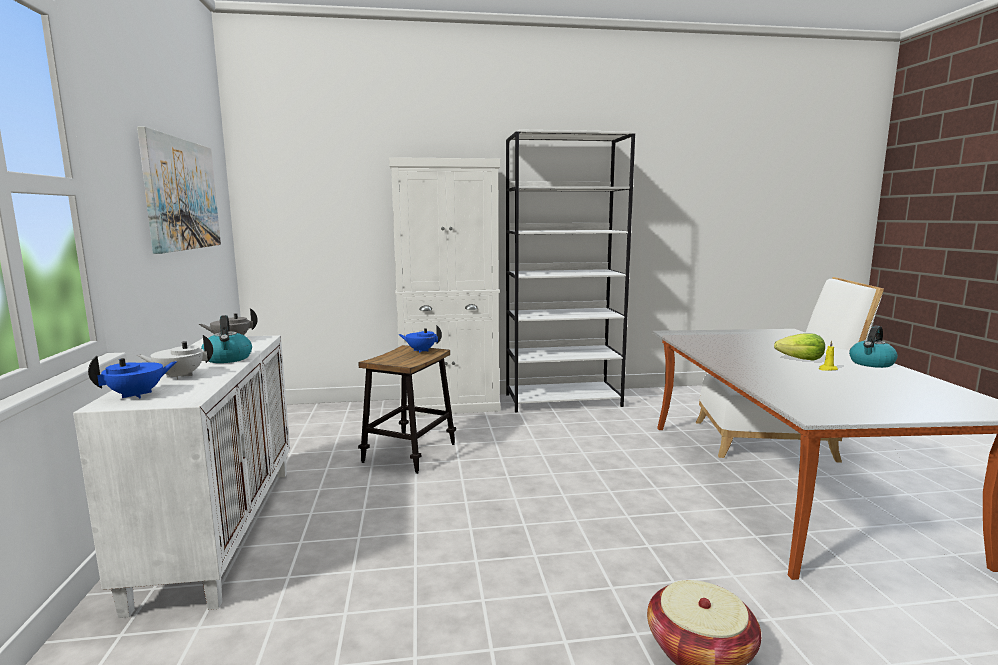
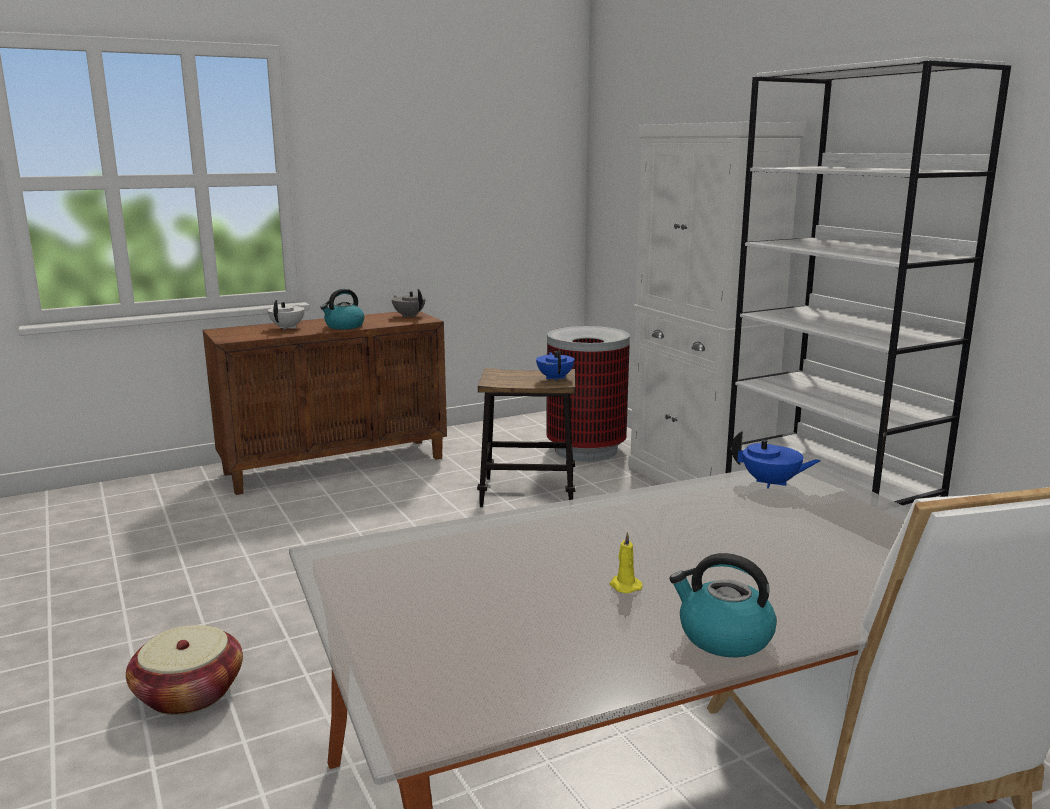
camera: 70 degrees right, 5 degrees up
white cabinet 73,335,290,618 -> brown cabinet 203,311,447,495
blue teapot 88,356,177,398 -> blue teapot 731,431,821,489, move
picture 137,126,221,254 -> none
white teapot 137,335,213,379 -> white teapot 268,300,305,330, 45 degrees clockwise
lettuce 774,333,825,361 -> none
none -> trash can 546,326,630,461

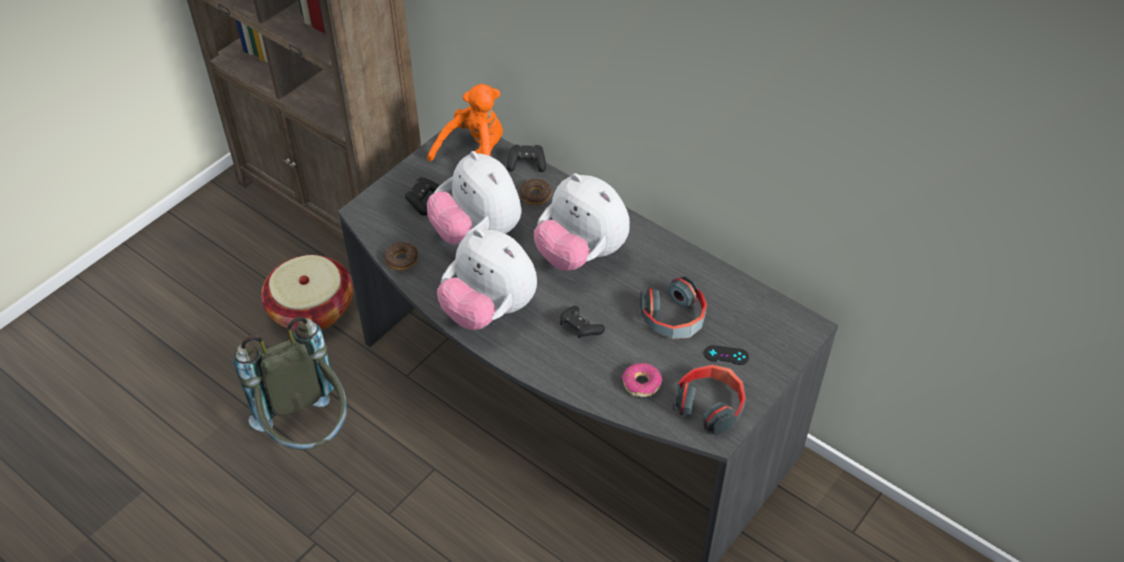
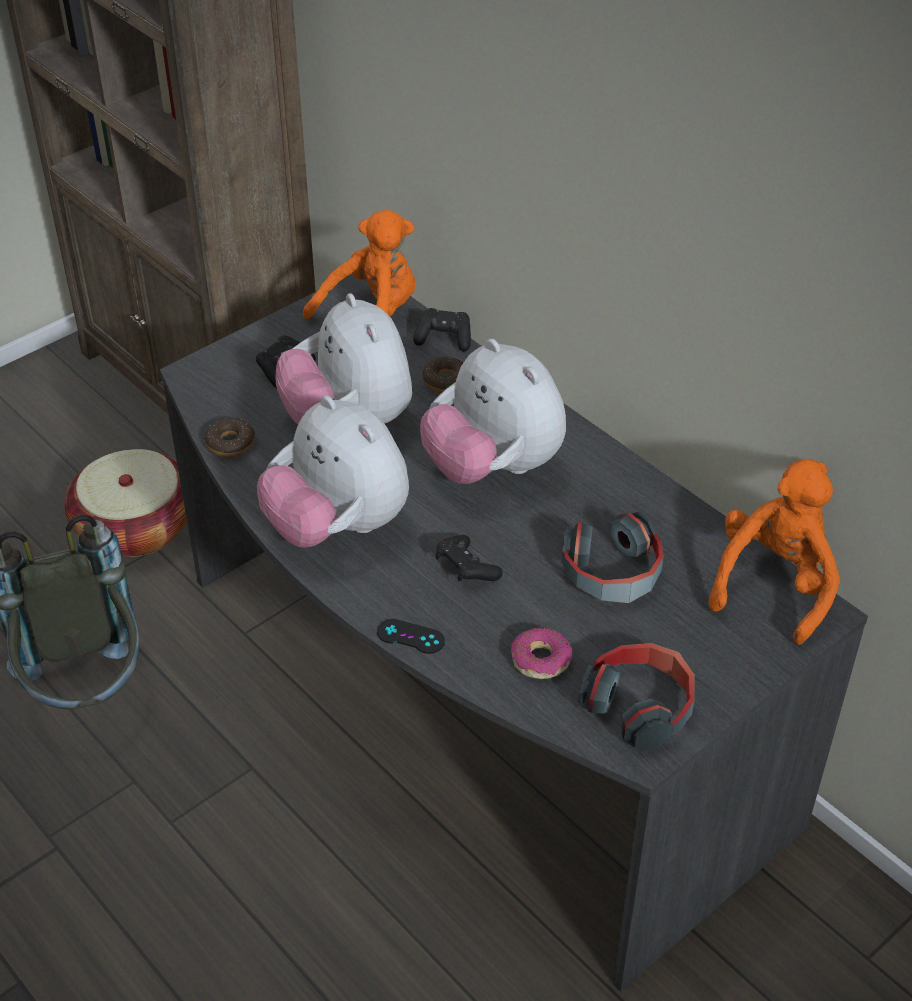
camera: 10 degrees right, 5 degrees down
black game controller 704,345,749,365 -> black game controller 377,619,445,654, move
none -> orange plush toy 708,459,840,645

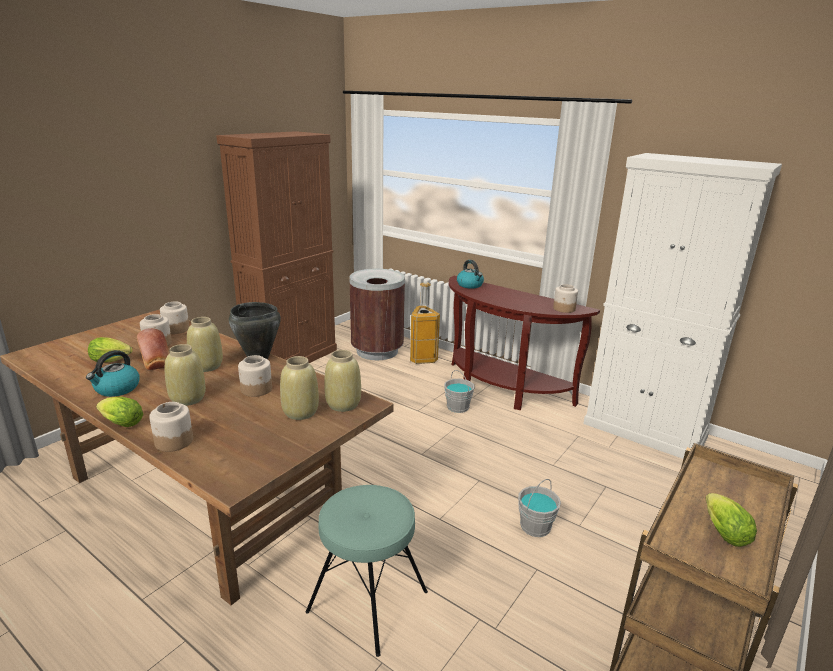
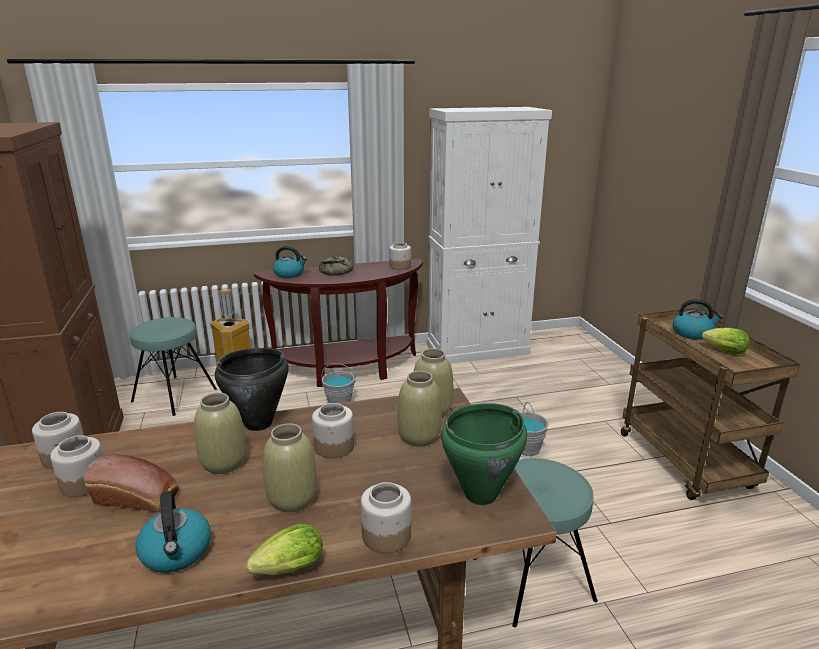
camera: 50 degrees left, 0 degrees up
lettuce 88,337,133,362 -> none
brown trash can 349,269,405,360 -> turquoise stool 130,317,217,416
none -> bread 319,256,354,276
none -> green cooking pot 441,403,527,505
none -> kettle 673,299,723,340

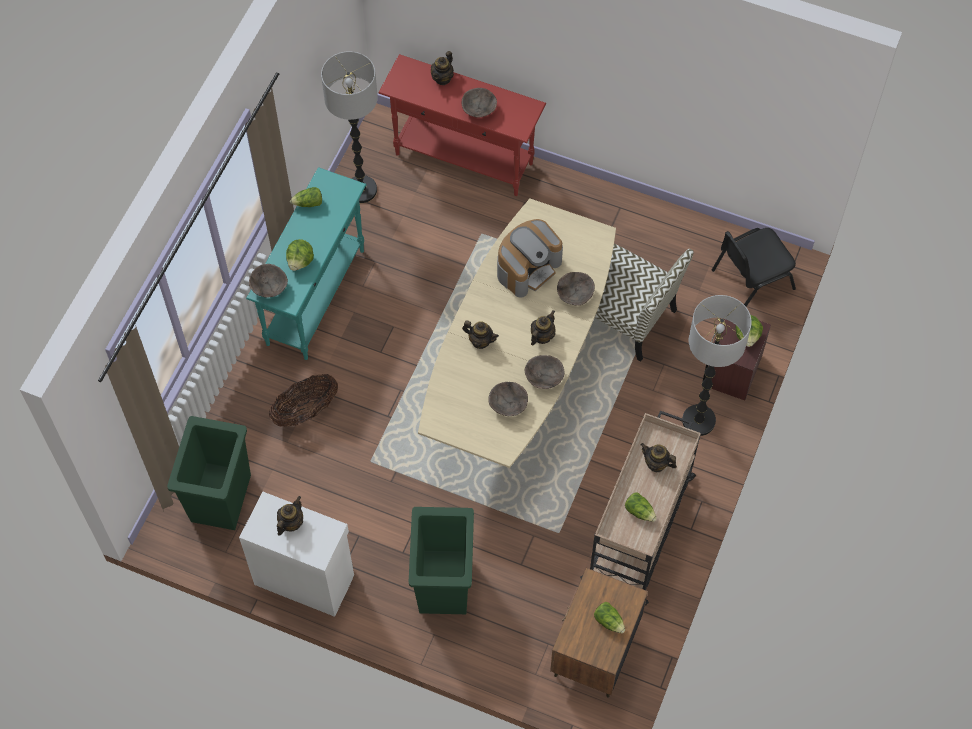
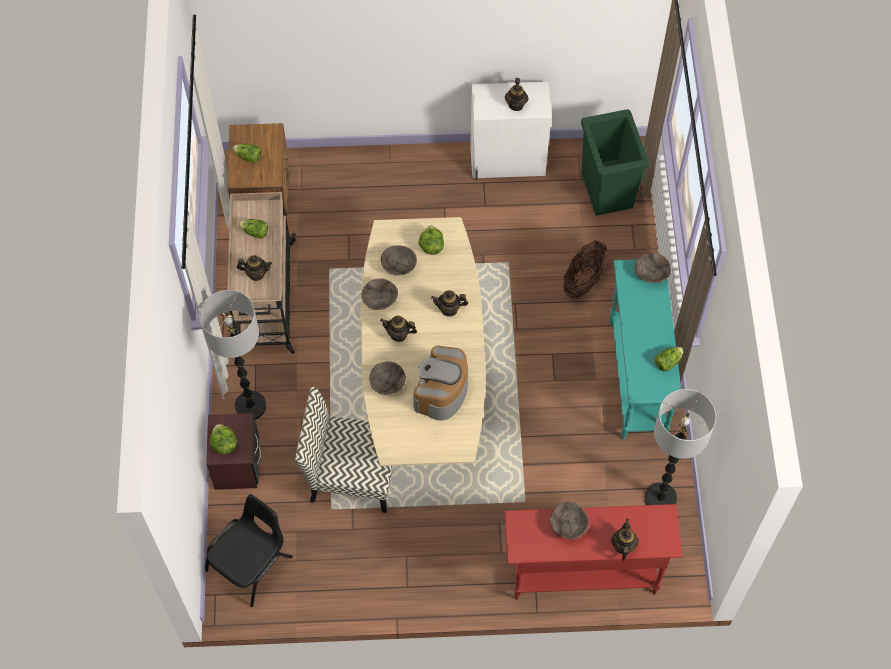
camera: 155 degrees right, 0 degrees up
lettuce 286,239,314,271 -> lettuce 418,226,444,255, move
green trash can 409,507,474,614 -> none
teapot 531,310,555,345 -> teapot 380,316,417,342, 90 degrees clockwise

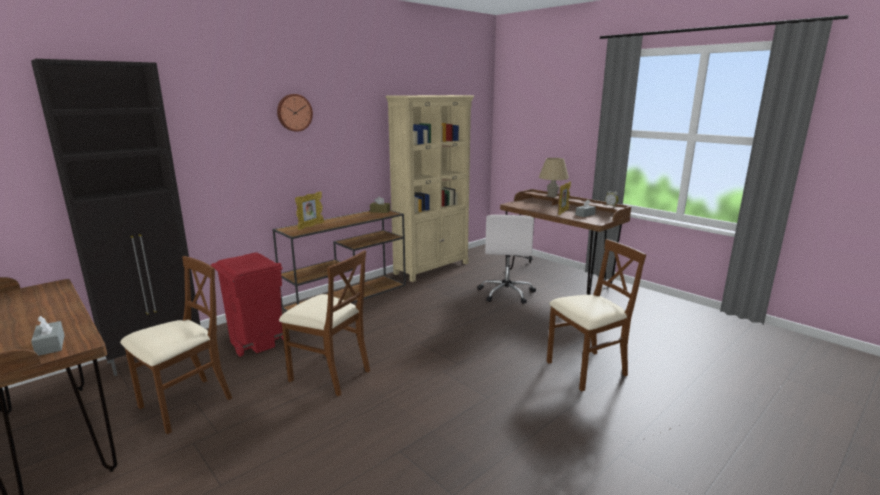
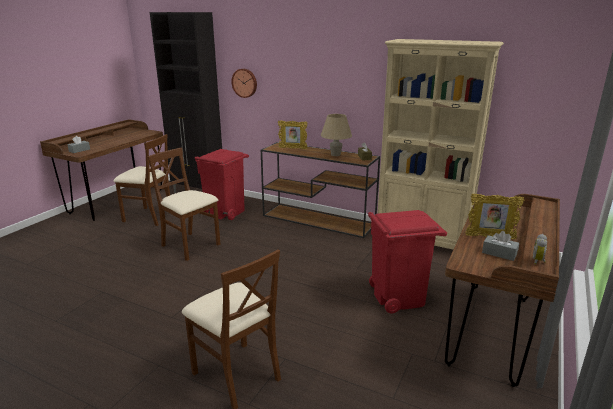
camera: 70 degrees right, 5 degrees up
wall clock 277,94,313,132 -> wall clock 231,69,257,98, move
brown chair 279,250,370,396 -> brown chair 148,148,220,261, 120 degrees clockwise
white office chair 477,215,536,304 -> red trash can 368,210,447,313
beige table lamp 539,158,569,197 -> beige table lamp 321,114,352,156, move

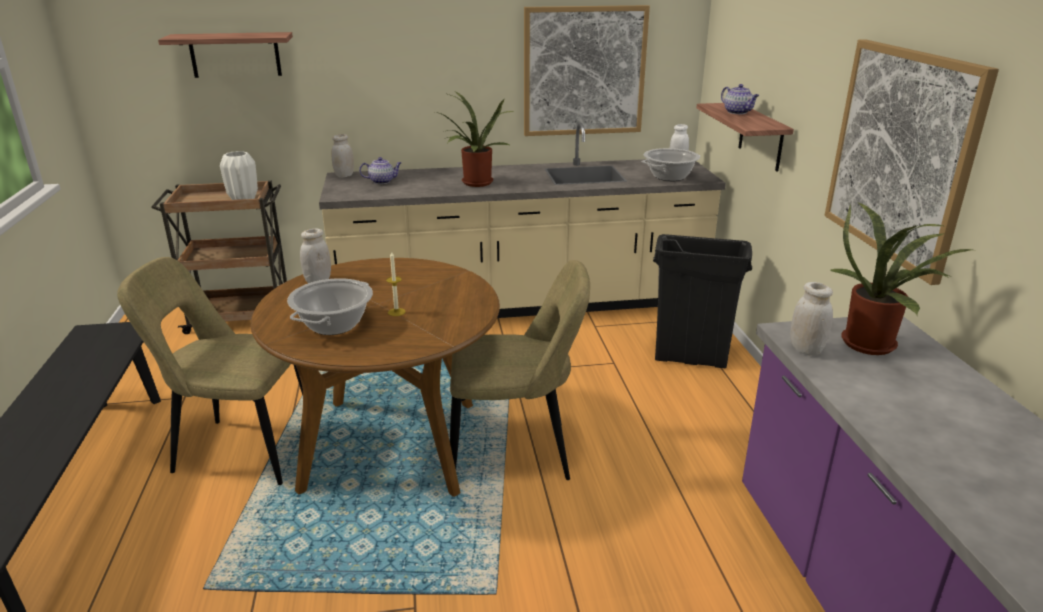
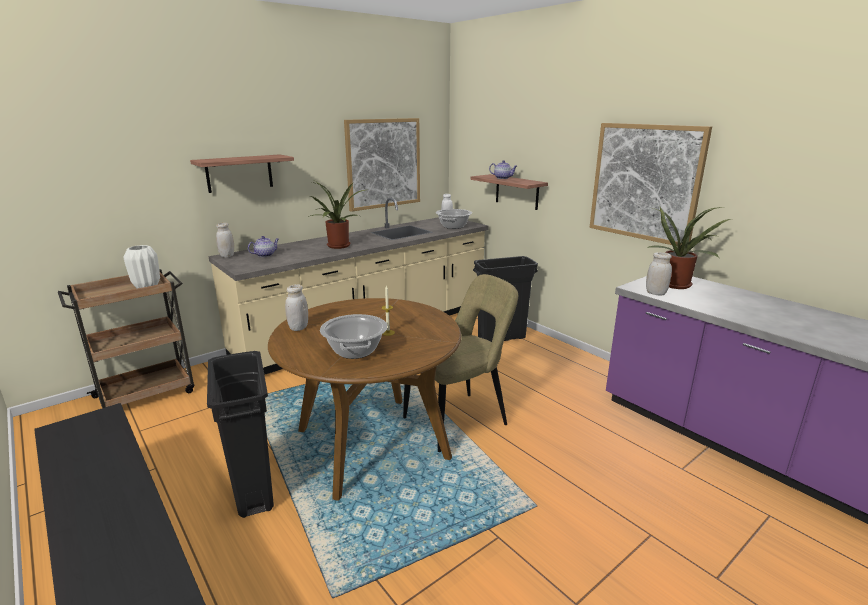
camera: 30 degrees left, 5 degrees down
beige chair 117,257,303,485 -> black trash can 207,351,274,518
shelf 158,32,293,78 -> shelf 190,154,294,193, move

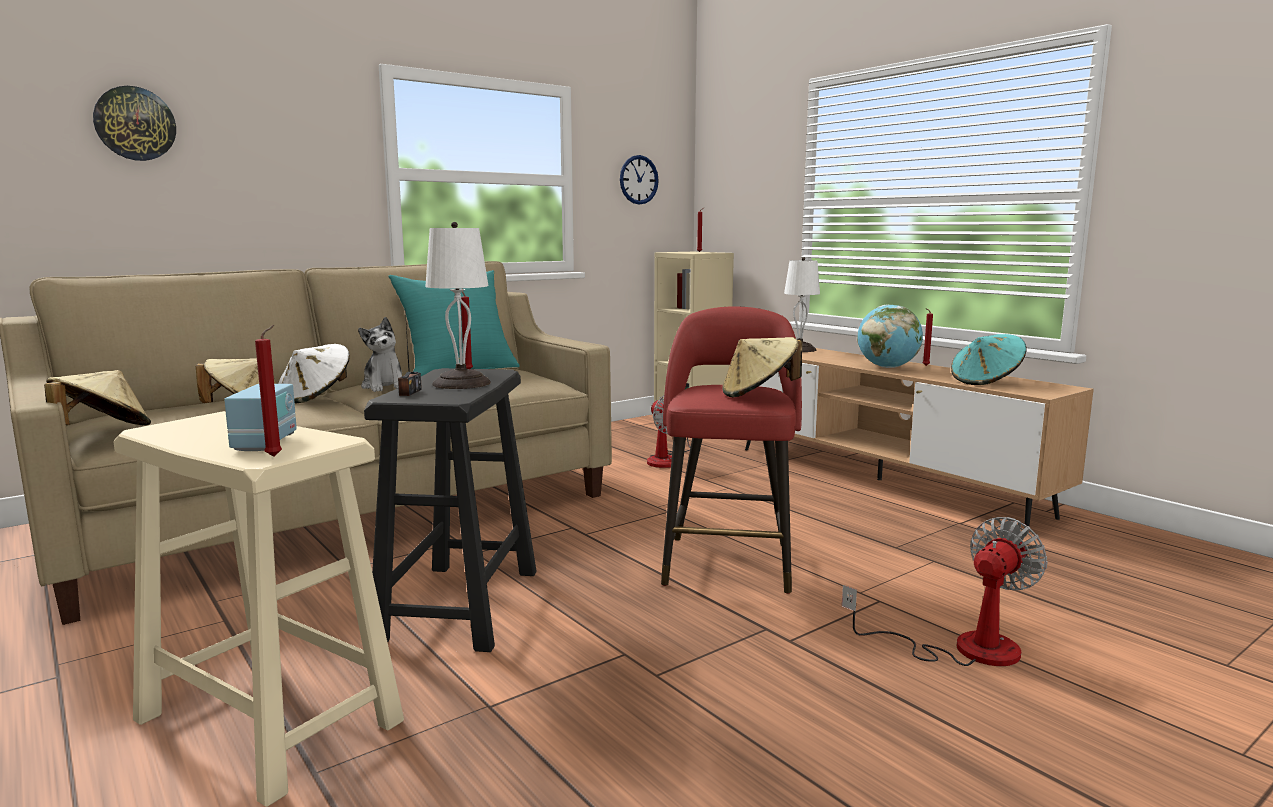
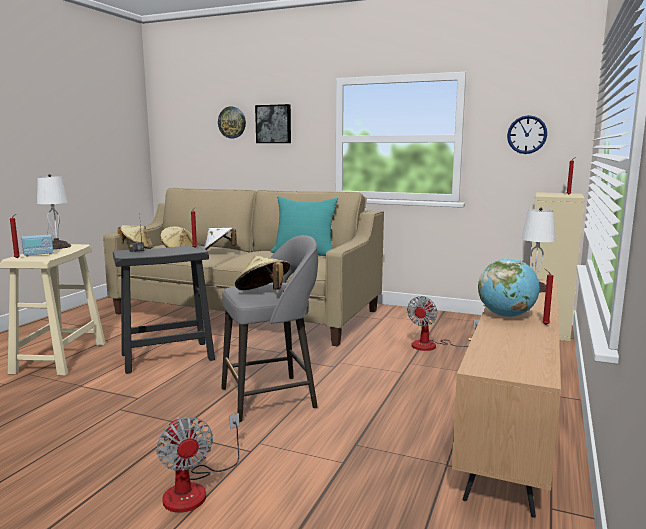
camera: 60 degrees right, 0 degrees up
plush toy 358,317,402,392 -> none
white table lamp 425,222,491,389 -> white table lamp 37,174,71,249, move
red stool 661,306,802,594 -> grey stool 221,235,318,422
fan 842,517,1048,666 -> fan 156,413,239,513, 45 degrees clockwise
turquoise hat 951,334,1027,385 -> none
none -> picture 255,104,291,143

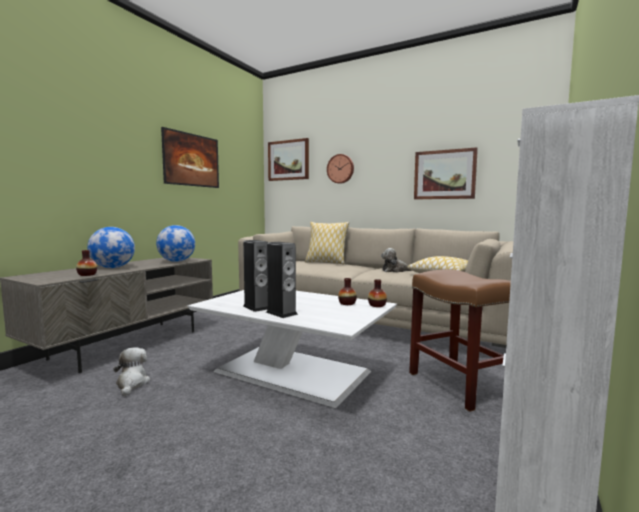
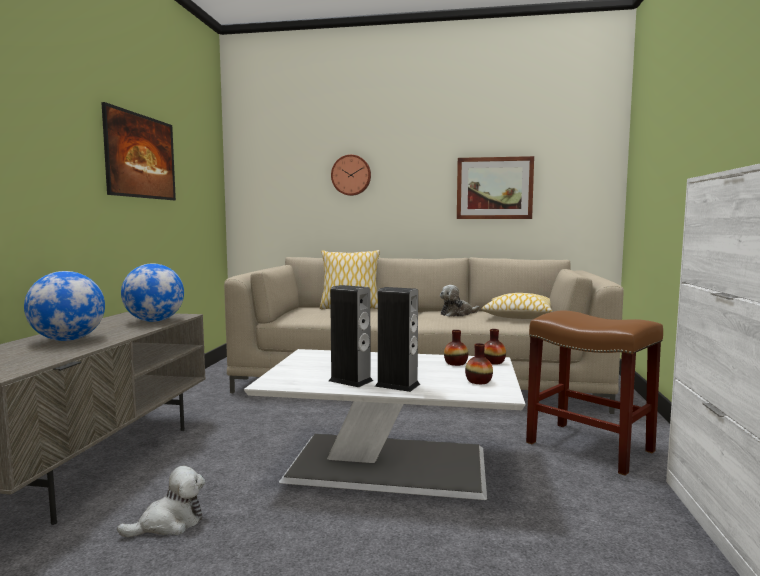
camera: 20 degrees left, 0 degrees up
vase 76,250,97,276 -> vase 465,343,493,384, move
plush toy 113,347,150,396 -> plush toy 117,466,205,537, 90 degrees clockwise
picture 268,138,309,181 -> none

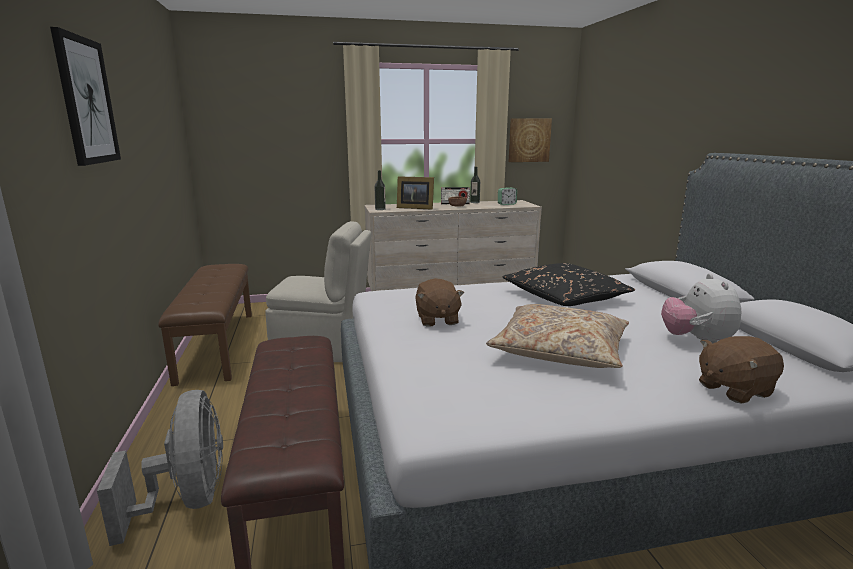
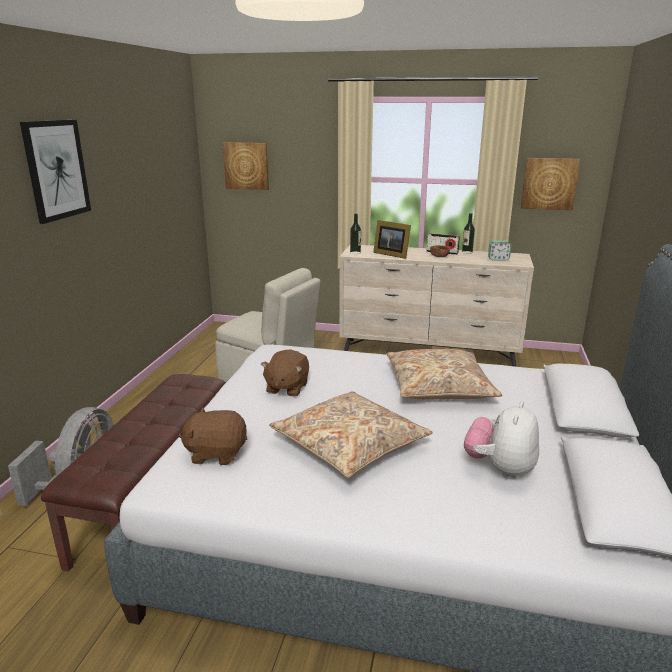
camera: 25 degrees right, 5 degrees up
brown bench 158,264,252,386 -> none
black pillow 502,263,635,306 -> beige pillow 387,349,502,400
brown plush toy 699,336,784,404 -> brown plush toy 179,407,247,465, move
none -> picture 223,142,269,190

